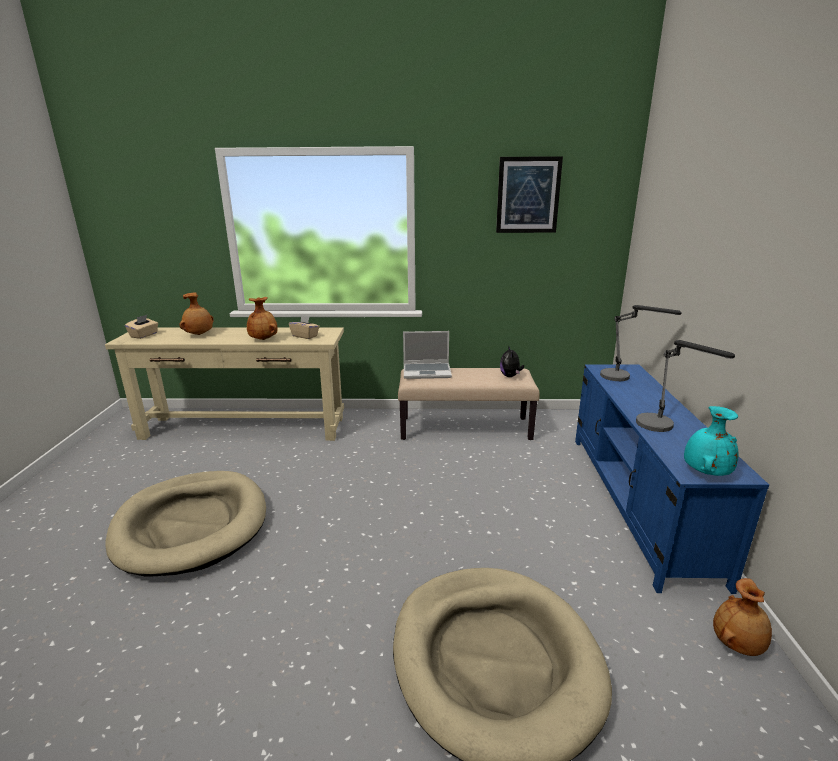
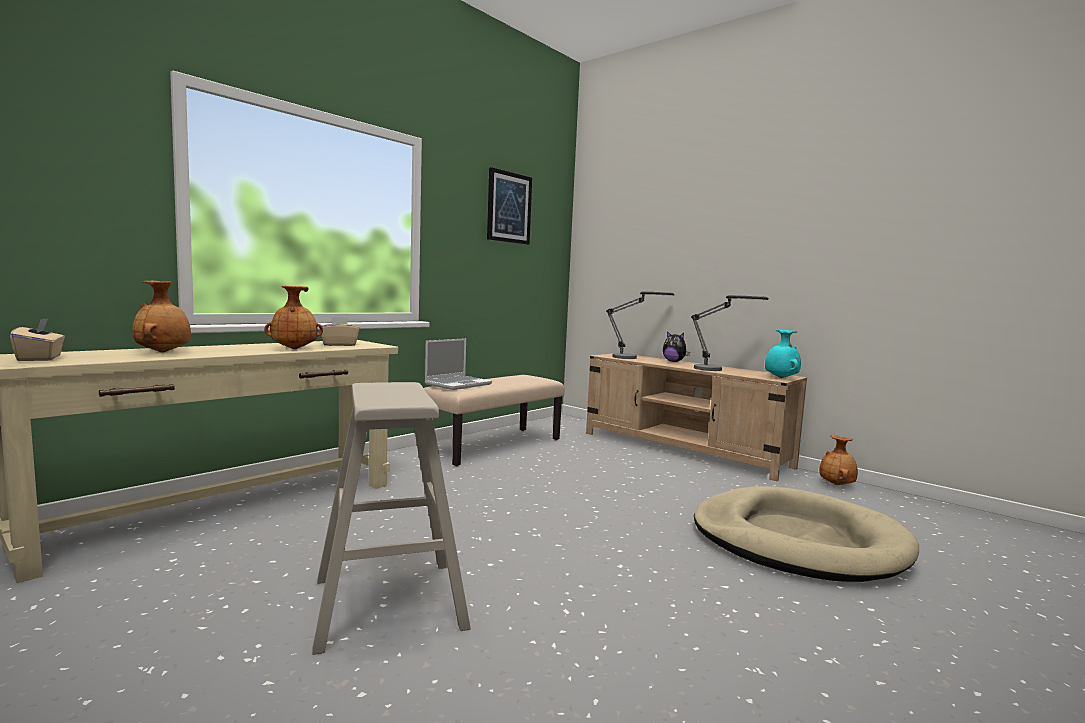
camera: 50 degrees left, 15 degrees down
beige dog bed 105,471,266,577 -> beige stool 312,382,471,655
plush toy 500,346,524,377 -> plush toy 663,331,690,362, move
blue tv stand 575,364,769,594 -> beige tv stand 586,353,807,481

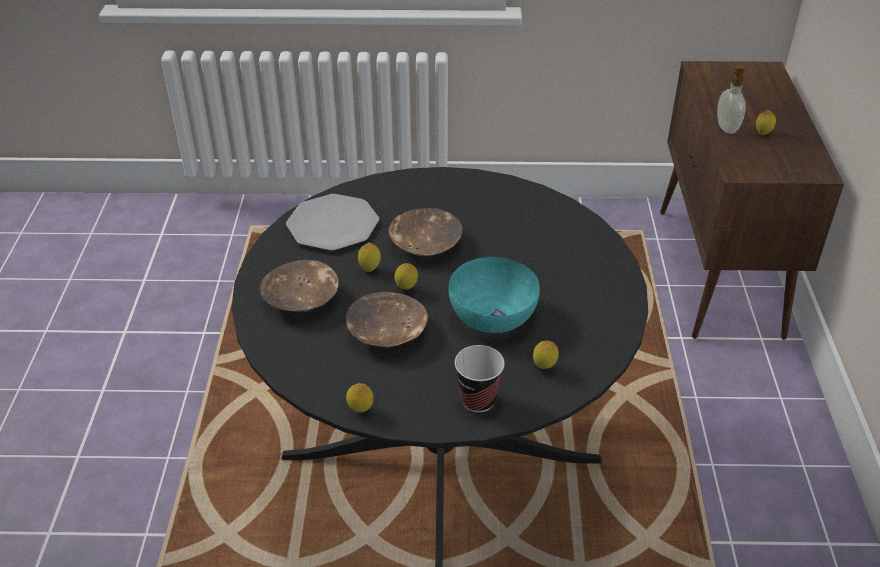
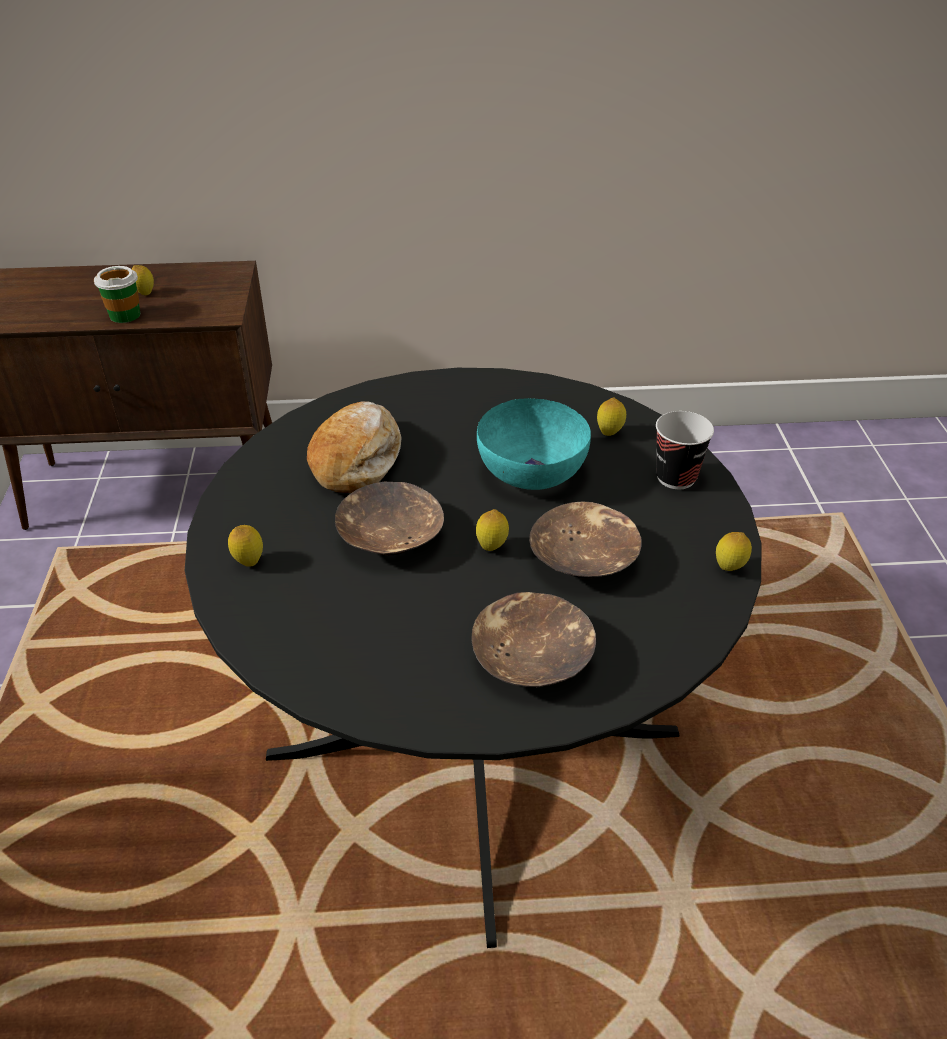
camera: 95 degrees left, 0 degrees up
plate 286,194,379,251 -> none
lemon 358,242,381,272 -> lemon 228,525,263,566, move
soap dispenser 717,64,746,134 -> cup 94,266,140,323
none -> bread 307,401,401,493

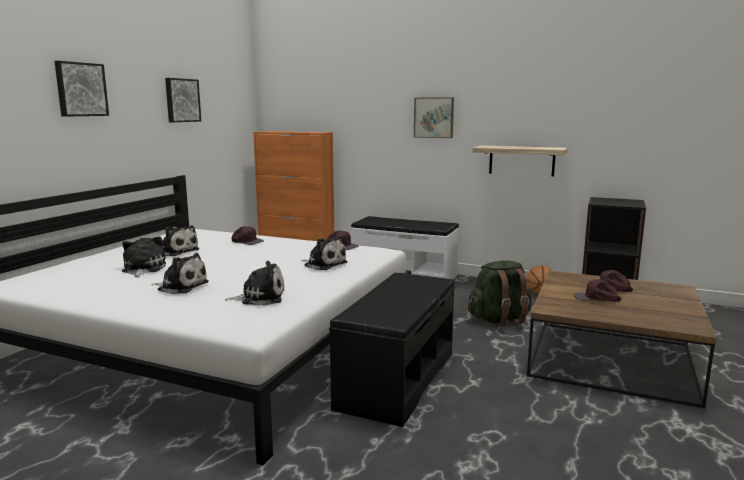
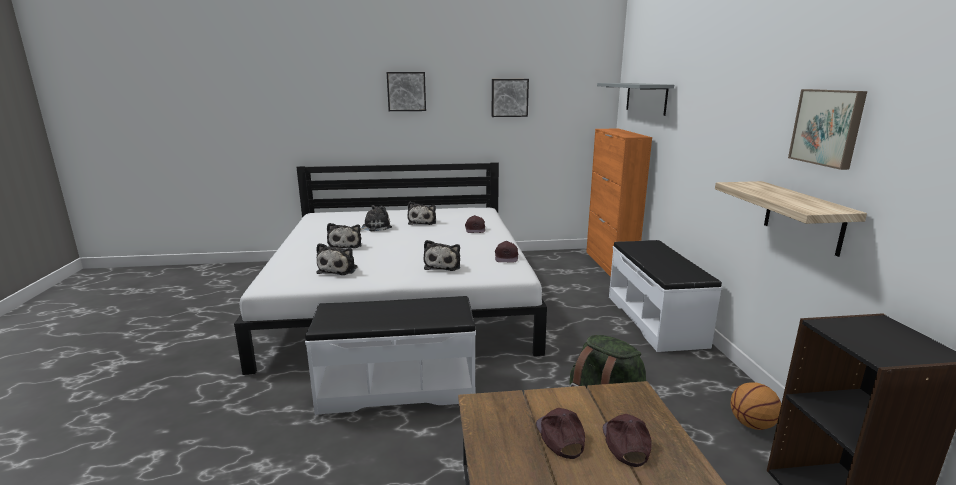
camera: 60 degrees right, 5 degrees up
plush toy 225,261,284,306 -> plush toy 316,243,357,275, 45 degrees clockwise
black bench 329,273,455,427 -> white bench 305,296,476,415
picture 414,97,454,138 -> picture 788,89,867,170, move
none -> grey shelf 597,83,674,116

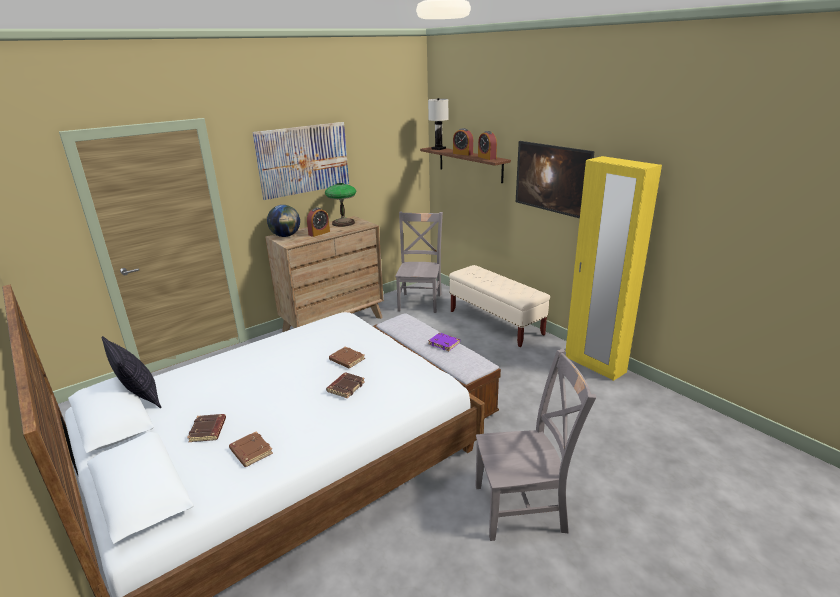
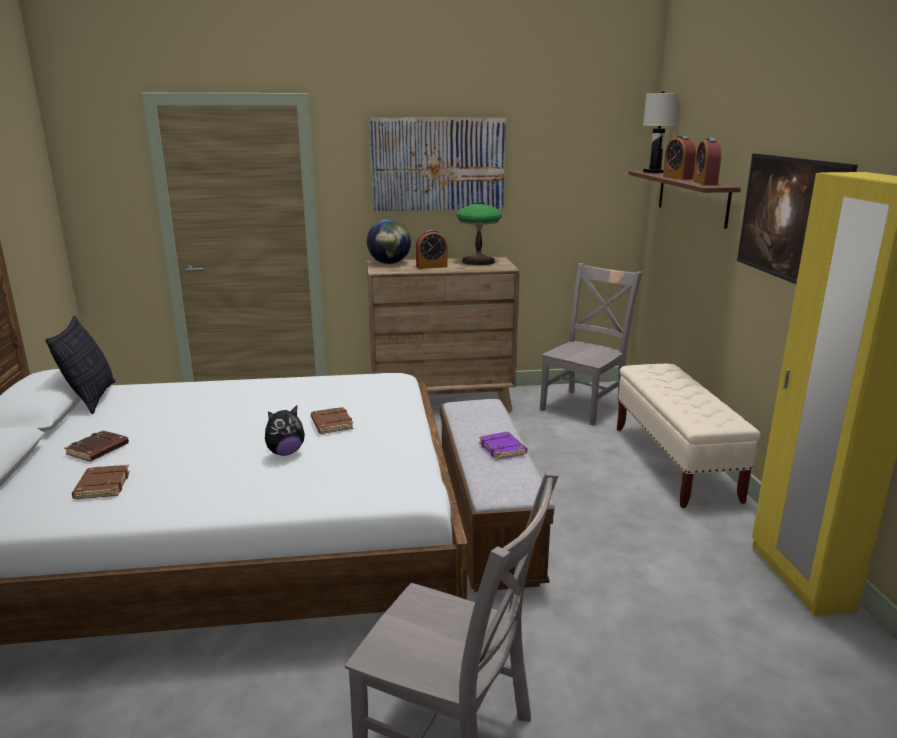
camera: 30 degrees right, 5 degrees down
brown book 326,373,365,399 -> plush toy 265,406,305,456

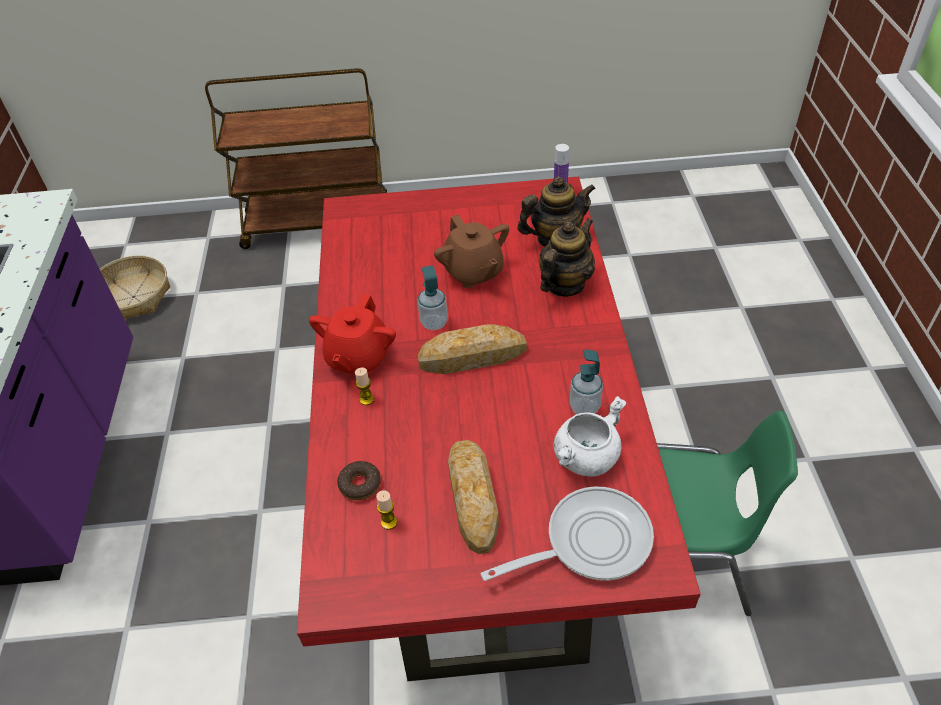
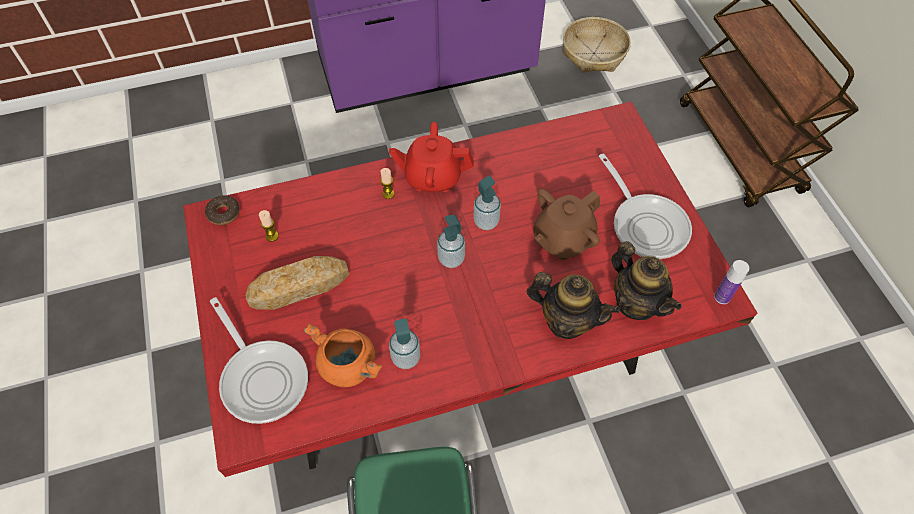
camera: 75 degrees right, 10 degrees up
donut 337,461,381,500 -> donut 205,195,240,225, move
bread 418,324,527,374 -> soap dispenser 437,215,465,268
white cooking pot 554,396,626,477 -> orange cooking pot 304,323,382,387
none -> frying pan 599,154,692,259

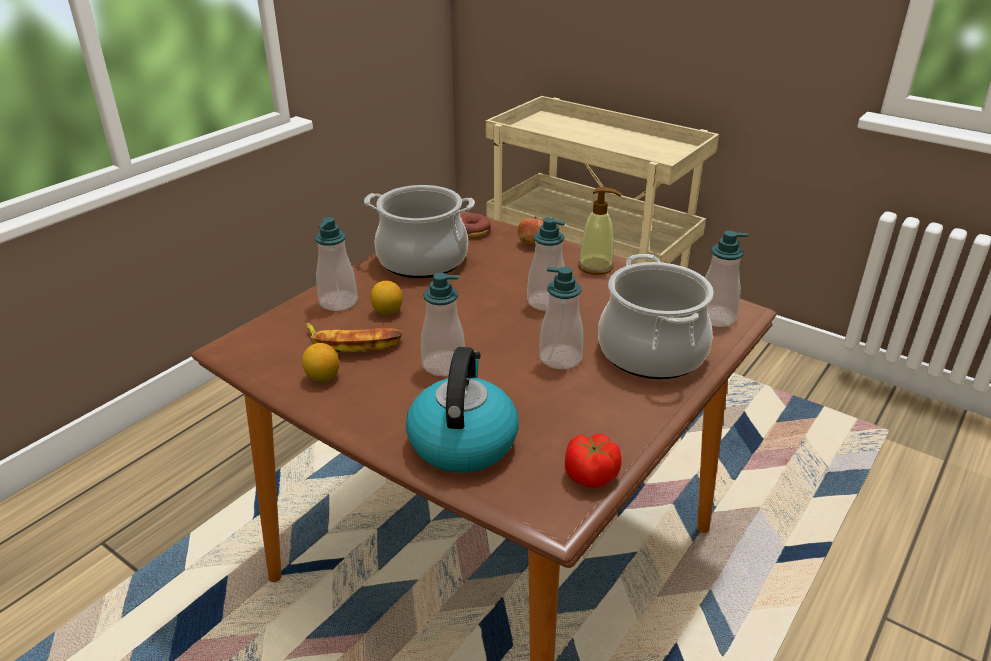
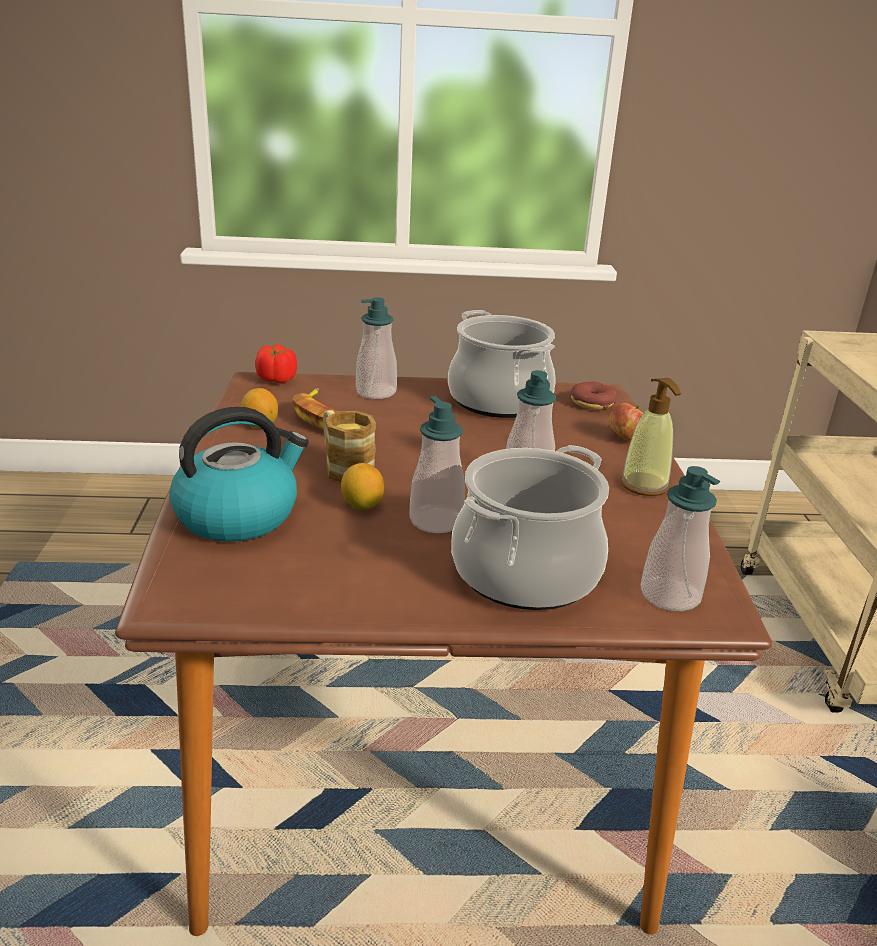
camera: 50 degrees right, 5 degrees down
lemon 370,281,403,315 -> lemon 341,463,384,510, move
soap dispenser 421,273,465,376 -> mug 323,410,376,483
tomato 565,434,622,488 -> tomato 255,344,297,384, move

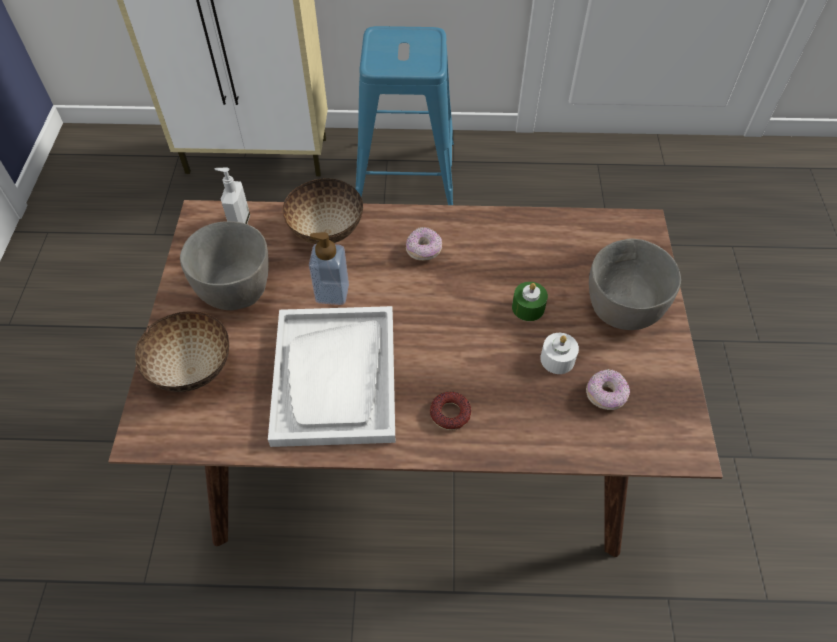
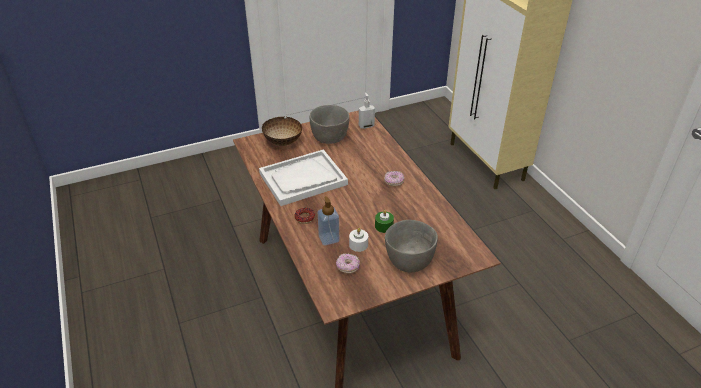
camera: 65 degrees right, 15 degrees down
bowl 282,178,363,244 -> none
soap dispenser 309,232,349,305 -> soap dispenser 318,196,339,246, move
blue stool 356,26,454,205 -> none

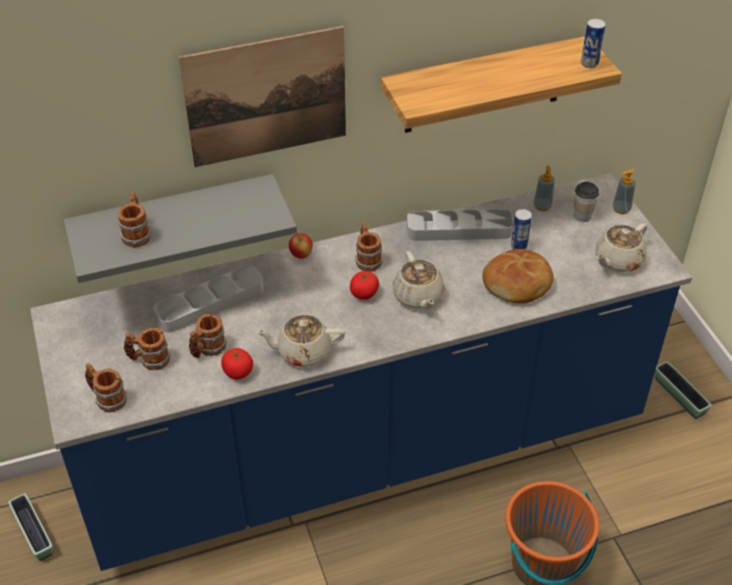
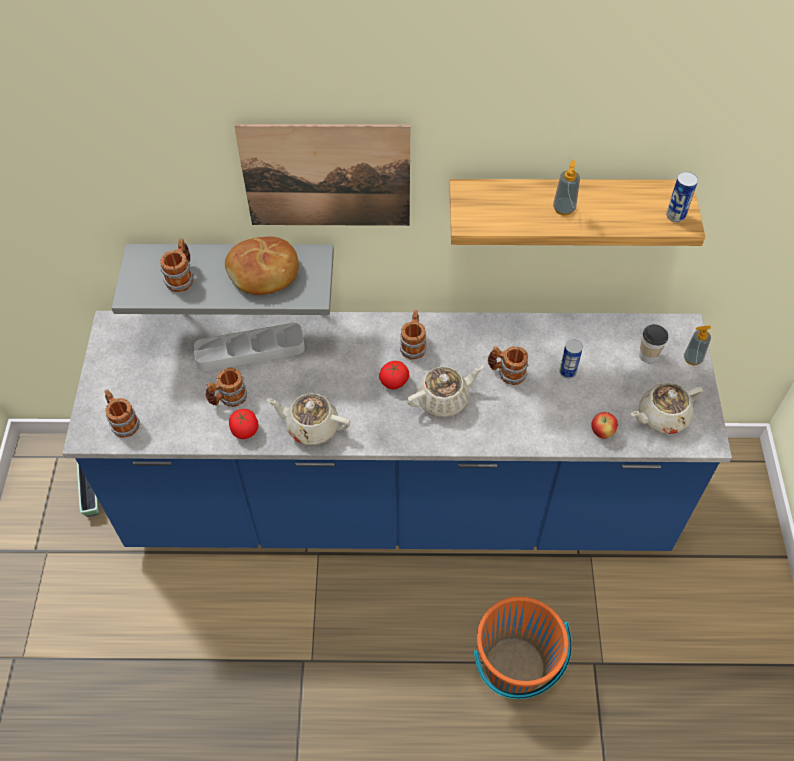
camera: 20 degrees right, 10 degrees up
mug 124,328,171,370 -> mug 488,346,528,385, move
apple 289,233,313,259 -> apple 591,412,618,439, move
beige teapot 392,251,444,309 -> beige teapot 407,365,484,418, 120 degrees counterclockwise
grey tray 407,209,513,241 -> none
bread 482,249,553,303 -> bread 225,236,299,295, move
soap dispenser 534,165,555,211 -> soap dispenser 553,160,580,216, move
planter 655,361,712,419 -> none

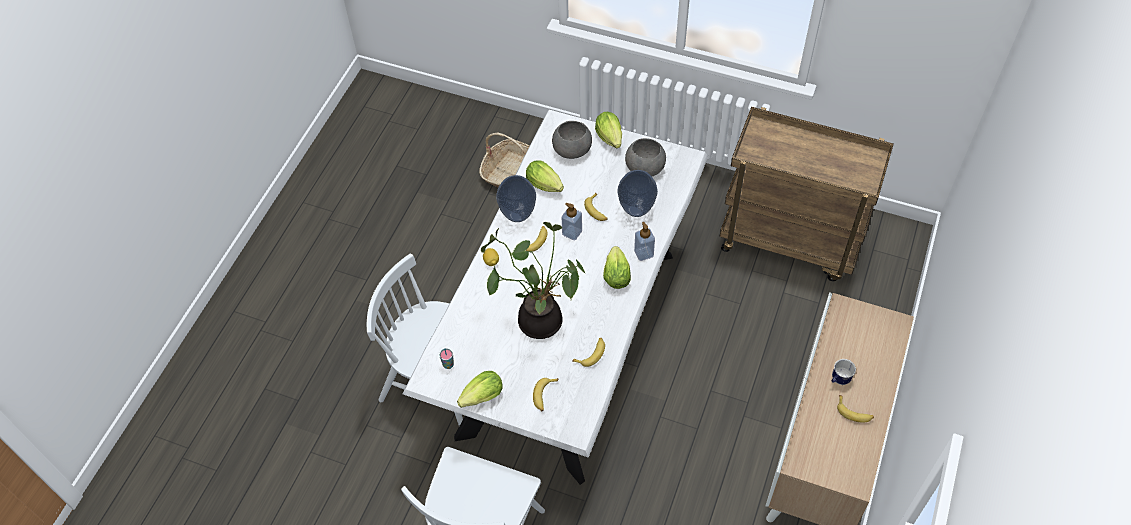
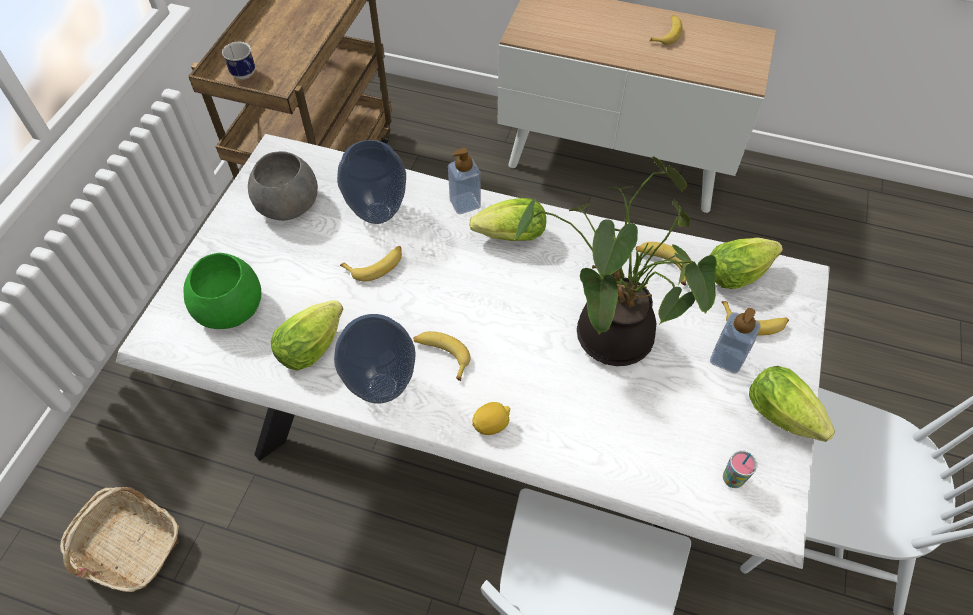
camera: 95 degrees left, 0 degrees up
grey bowl 552,121,592,159 -> green bowl 183,253,261,329
soap dispenser 562,203,582,240 -> soap dispenser 710,308,761,373, move
lettuce 595,112,622,148 -> lettuce 710,238,783,289, move
mug 832,359,856,385 -> mug 222,41,255,79, move

